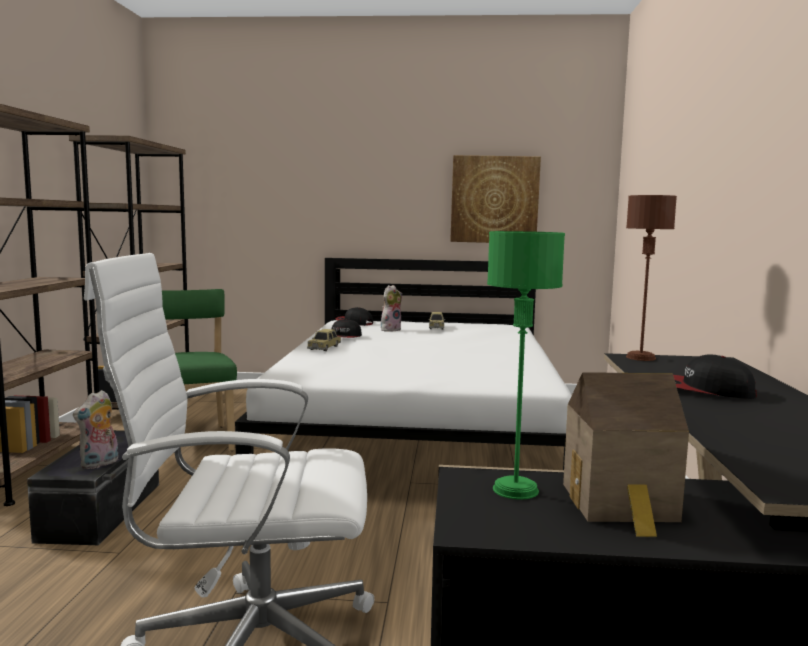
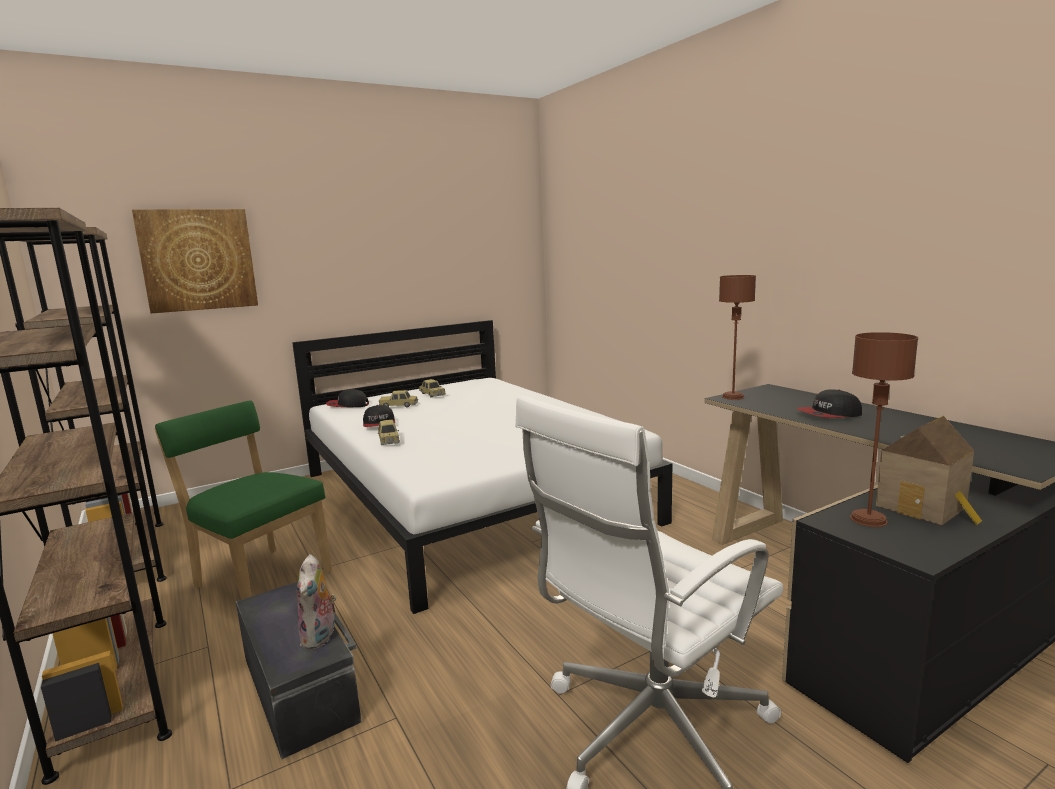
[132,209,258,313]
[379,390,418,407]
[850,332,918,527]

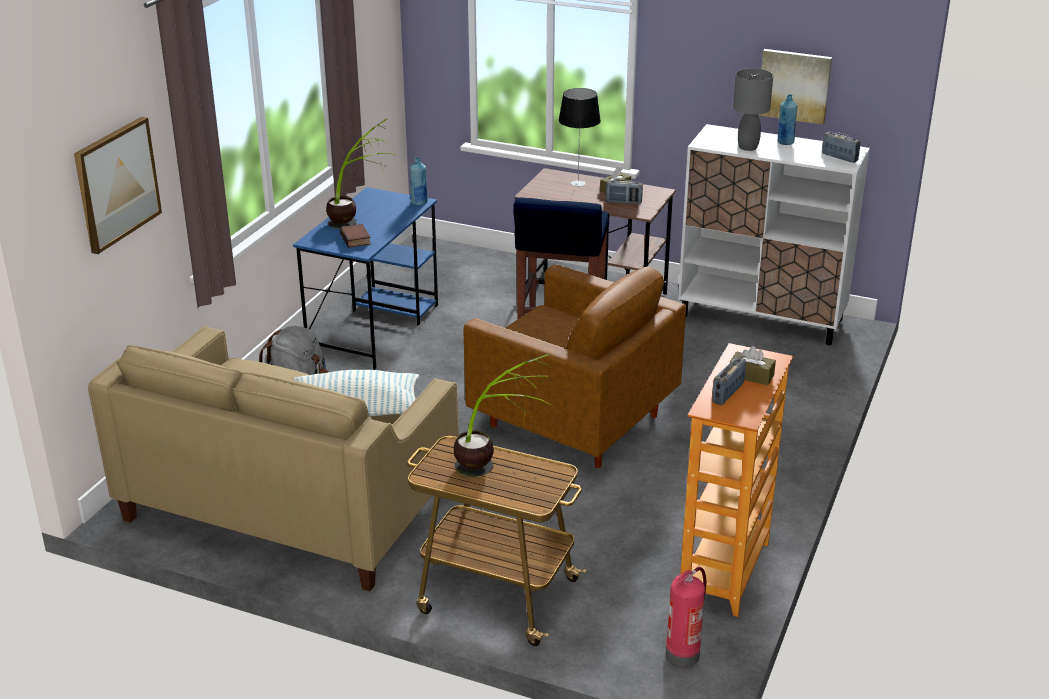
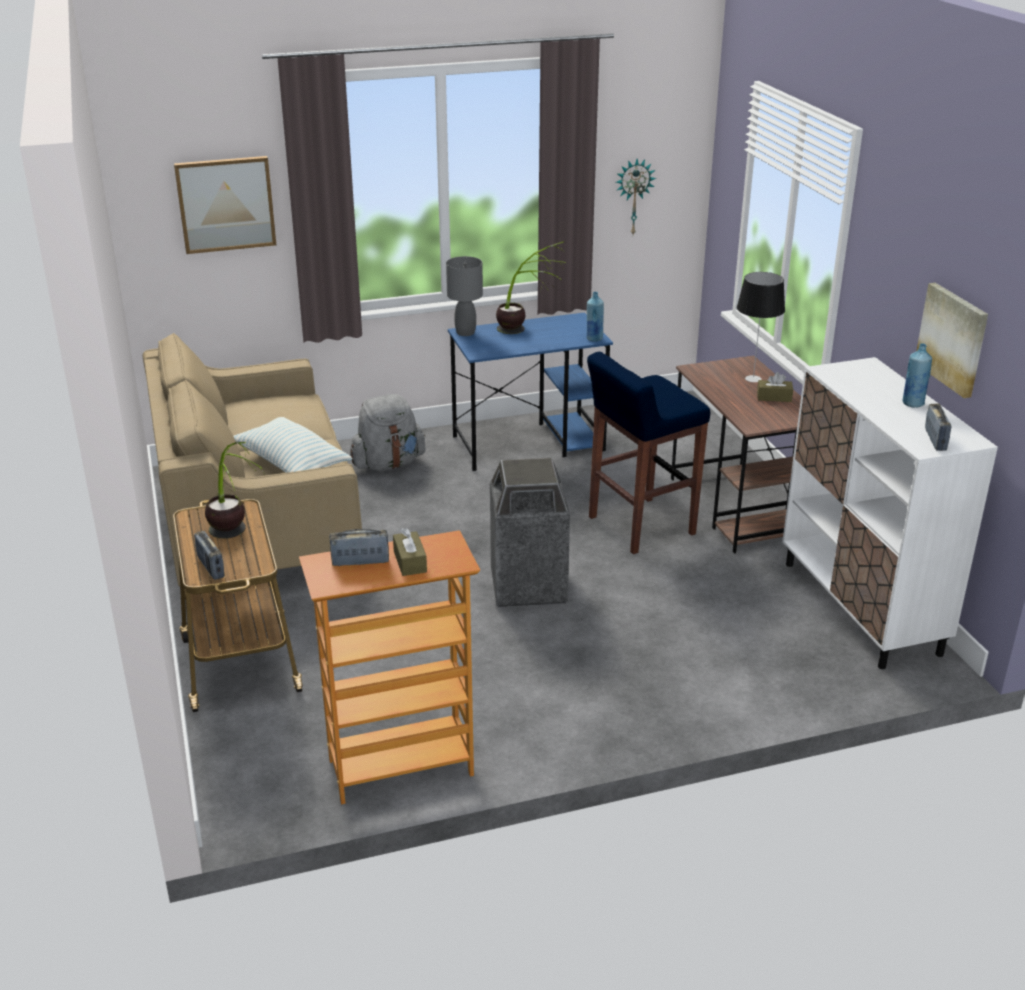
[340,224,371,248] (first image)
[666,567,706,668] (first image)
[616,159,656,234]
[194,531,224,580]
[446,256,483,336]
[490,458,570,607]

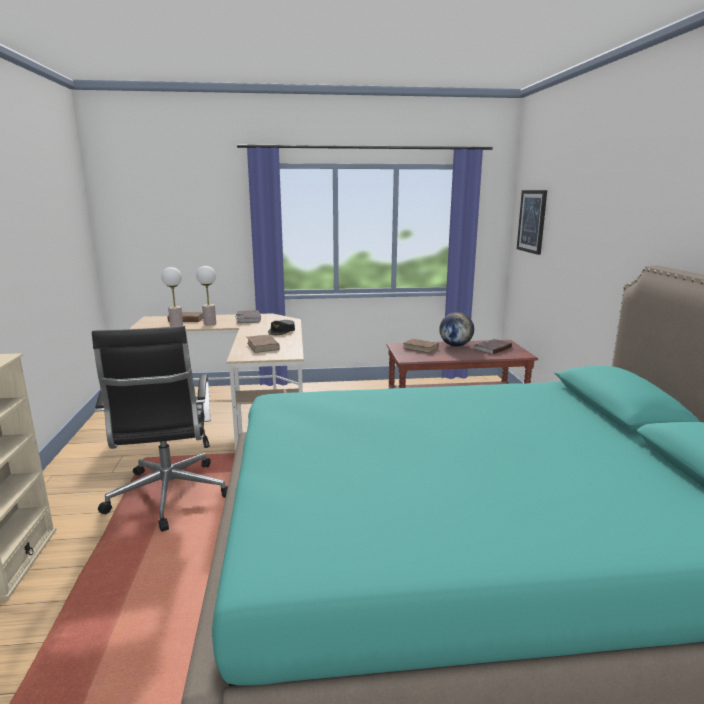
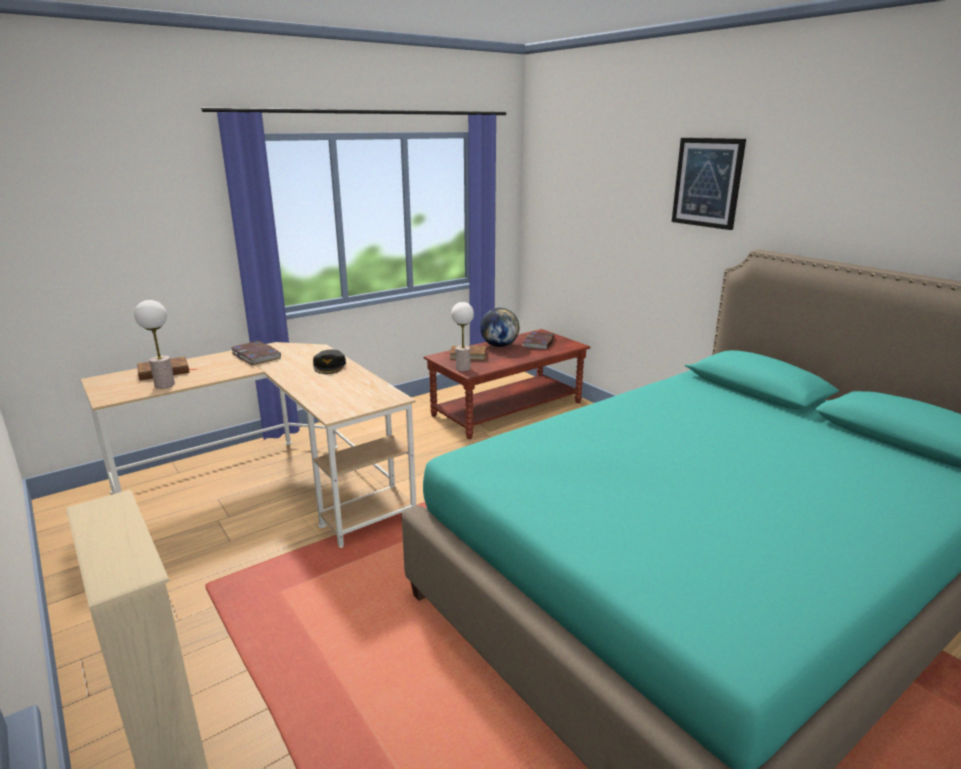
[91,326,228,531] (first image)
[247,334,280,353] (first image)
[451,302,474,372]
[672,138,746,230]

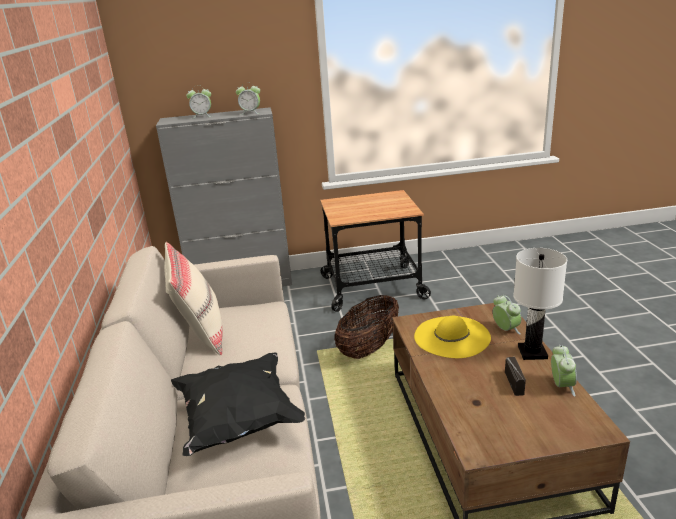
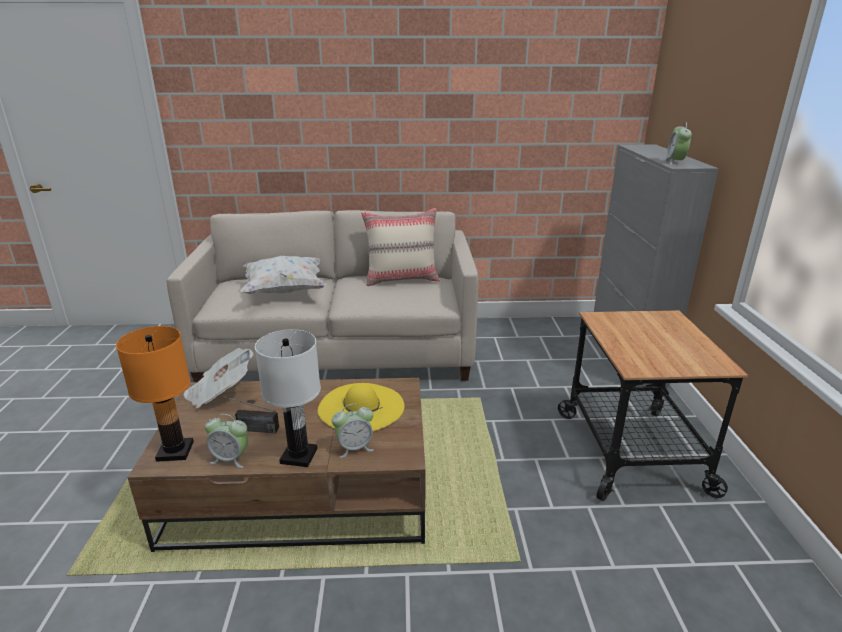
[186,86,212,119] (first image)
[335,295,399,359] (first image)
[116,326,194,462]
[183,348,254,408]
[240,256,326,294]

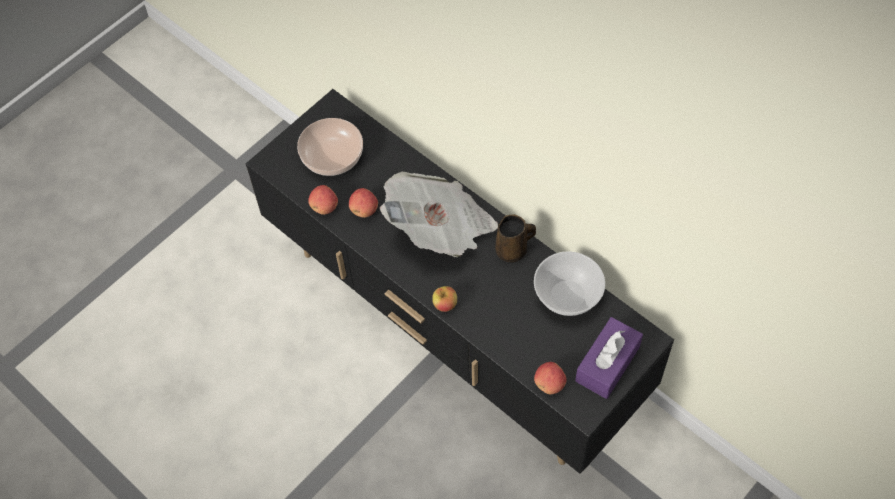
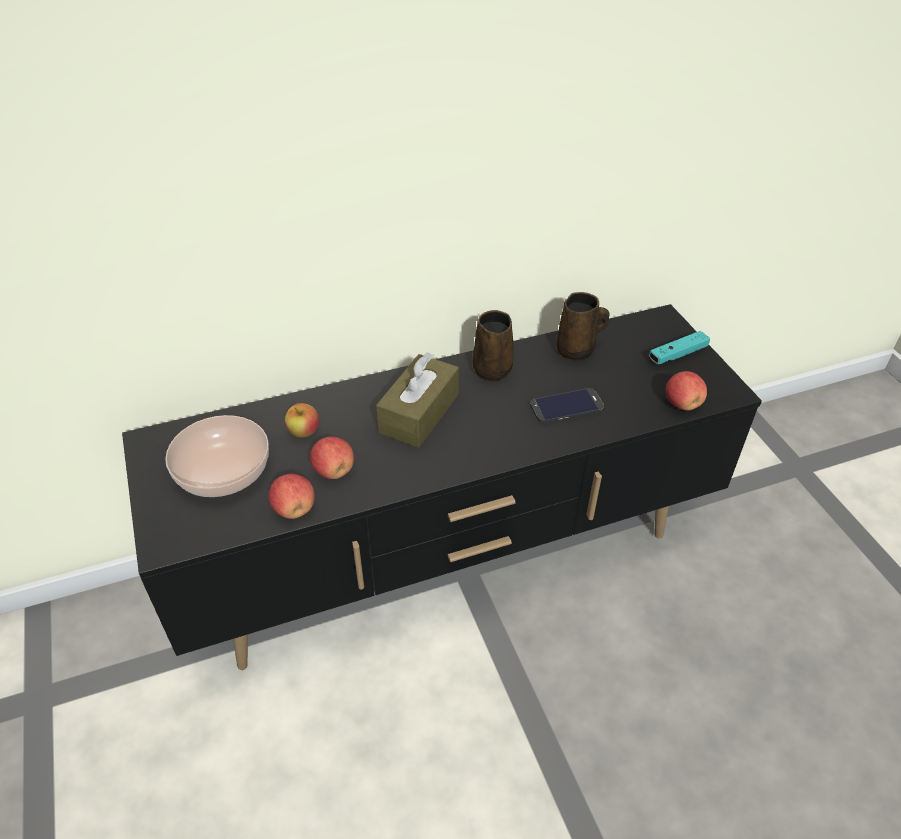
[530,388,604,423]
[285,403,319,438]
[376,352,459,448]
[556,292,609,360]
[649,331,710,365]

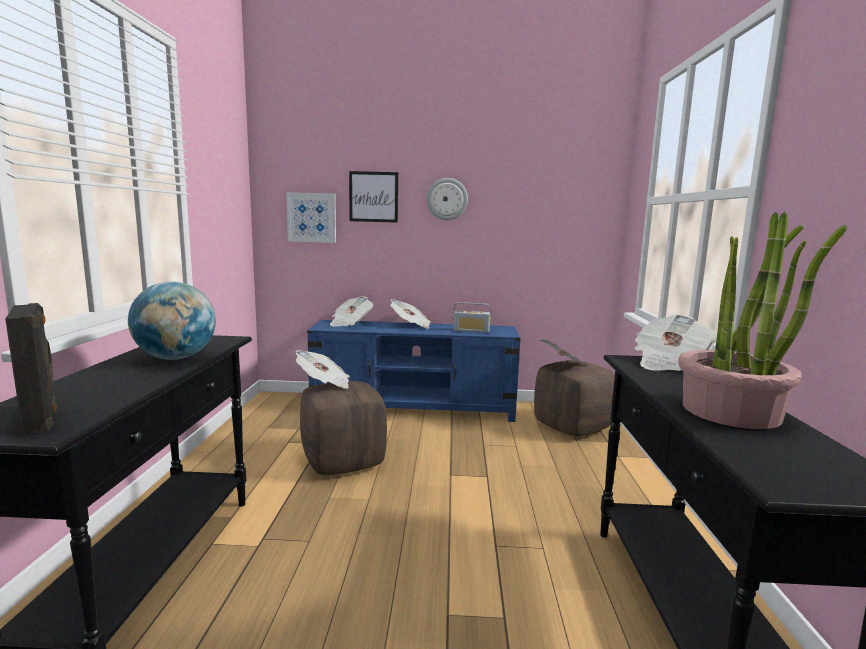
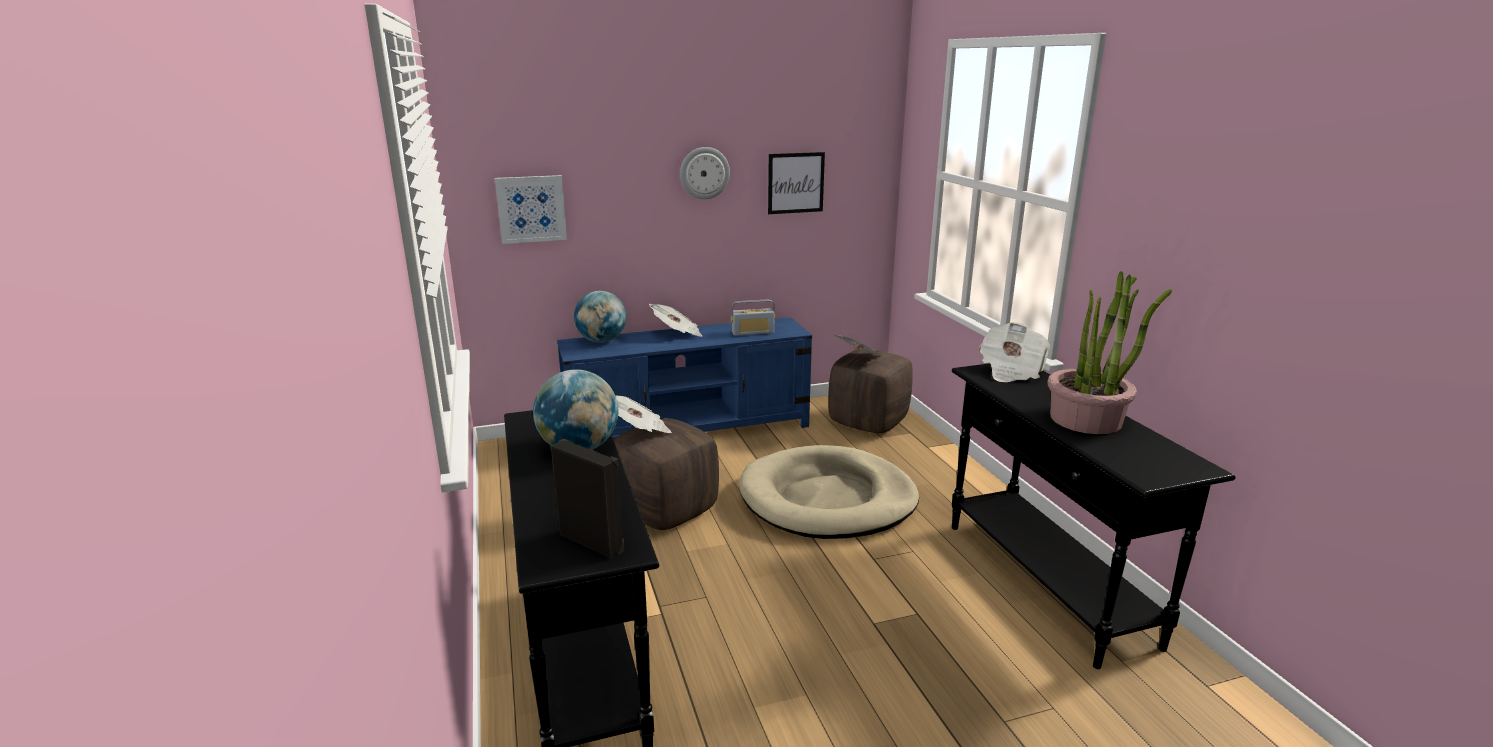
[739,445,919,539]
[768,152,825,214]
[574,291,627,343]

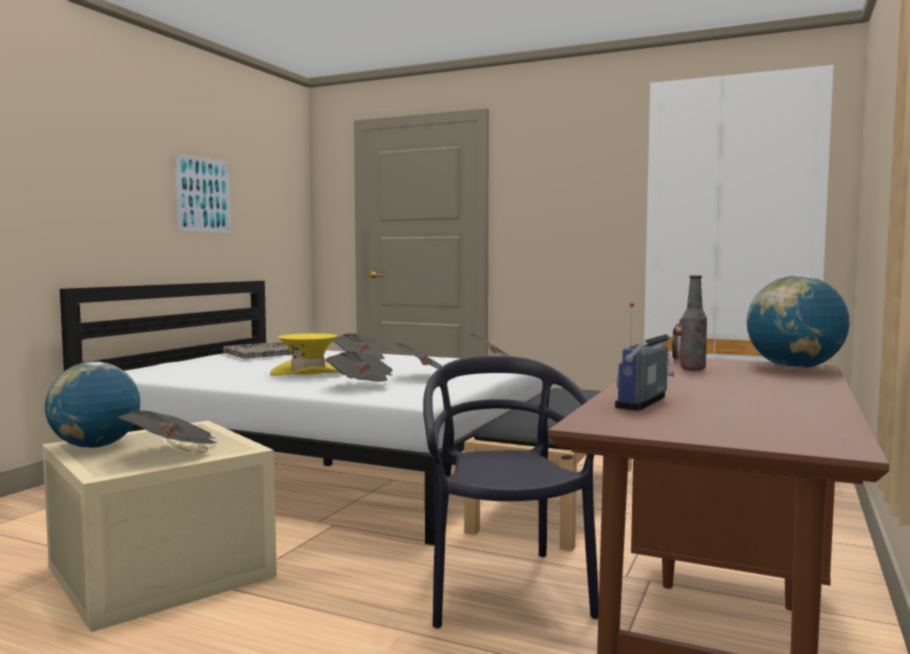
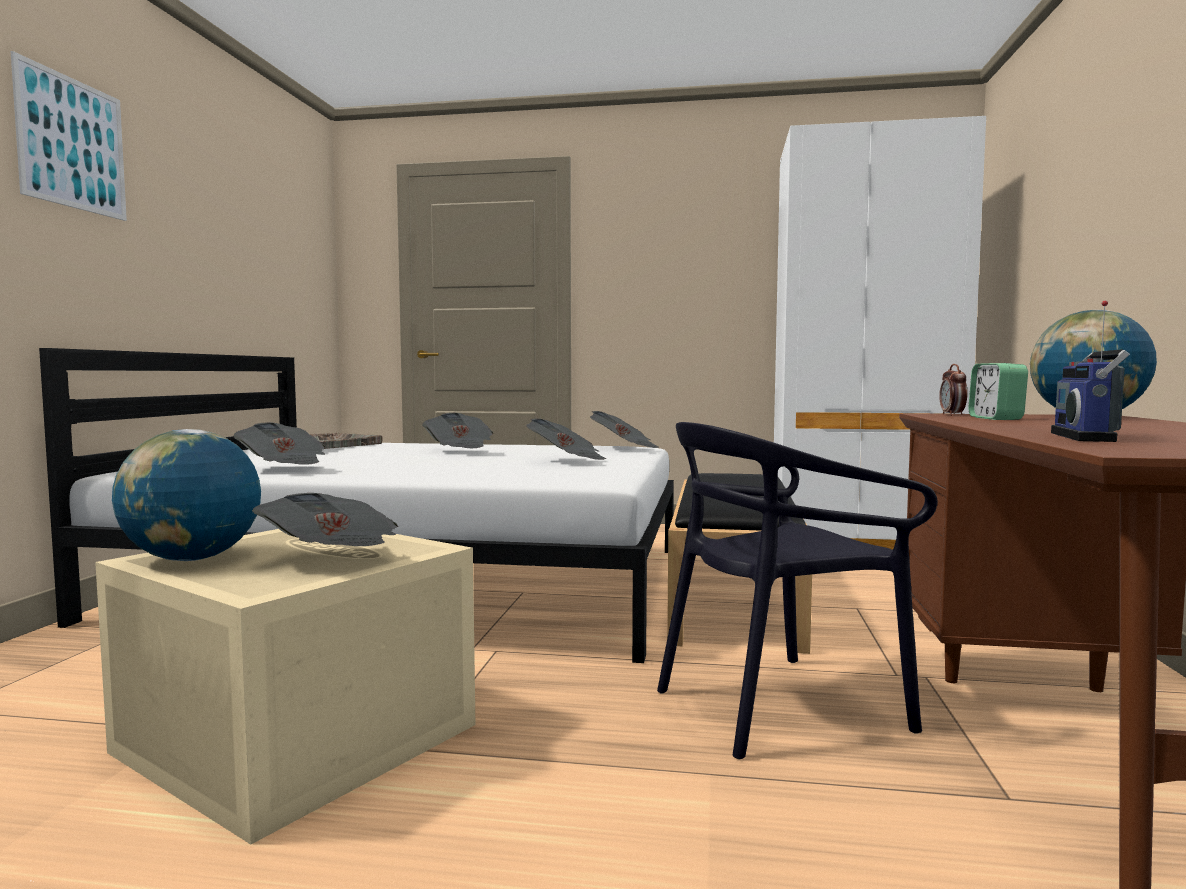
[270,333,339,376] (first image)
[11,51,127,221]
[234,422,325,465]
[968,363,1028,420]
[657,422,937,759]

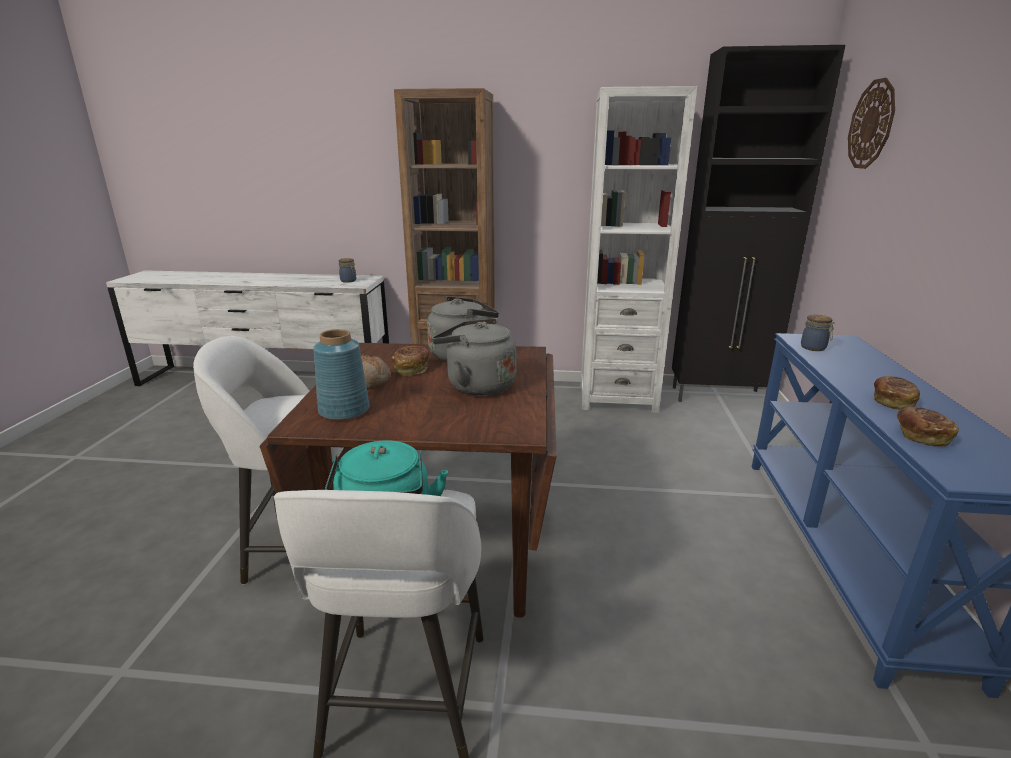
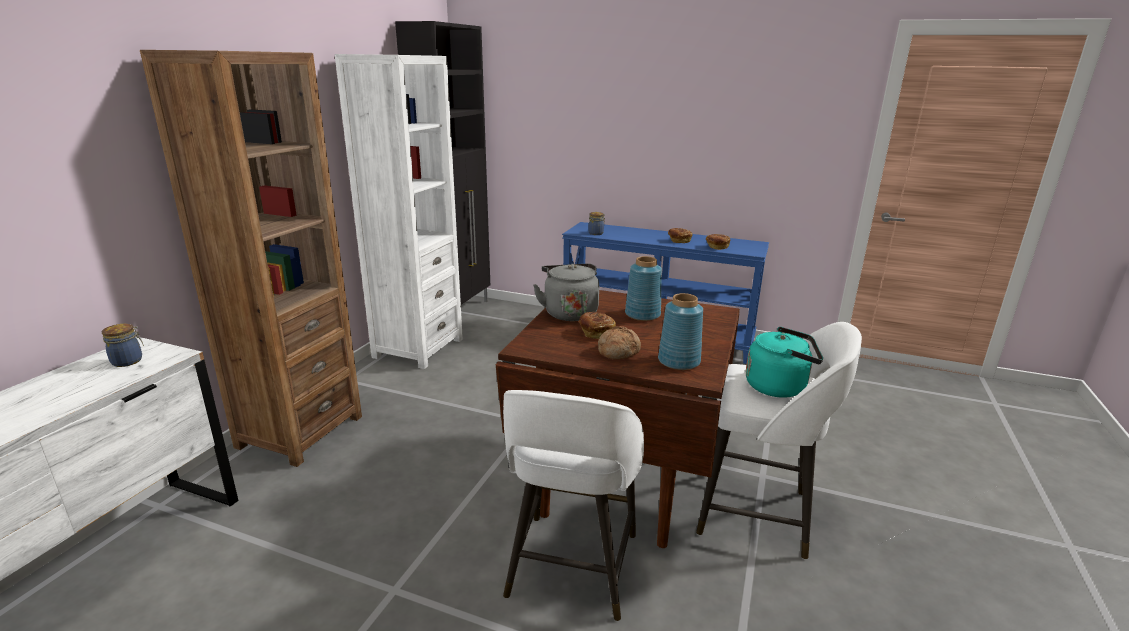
[848,78,895,169] (first image)
[625,256,662,321]

